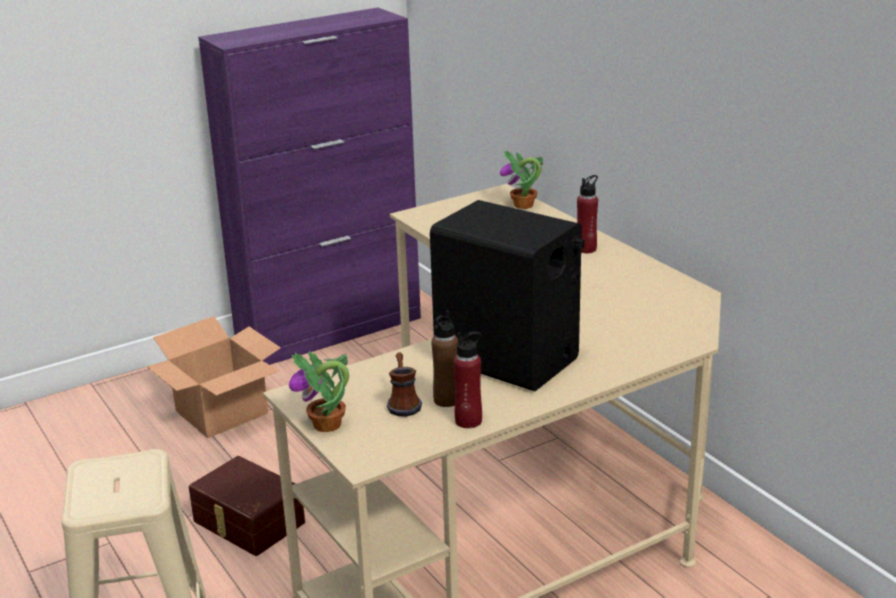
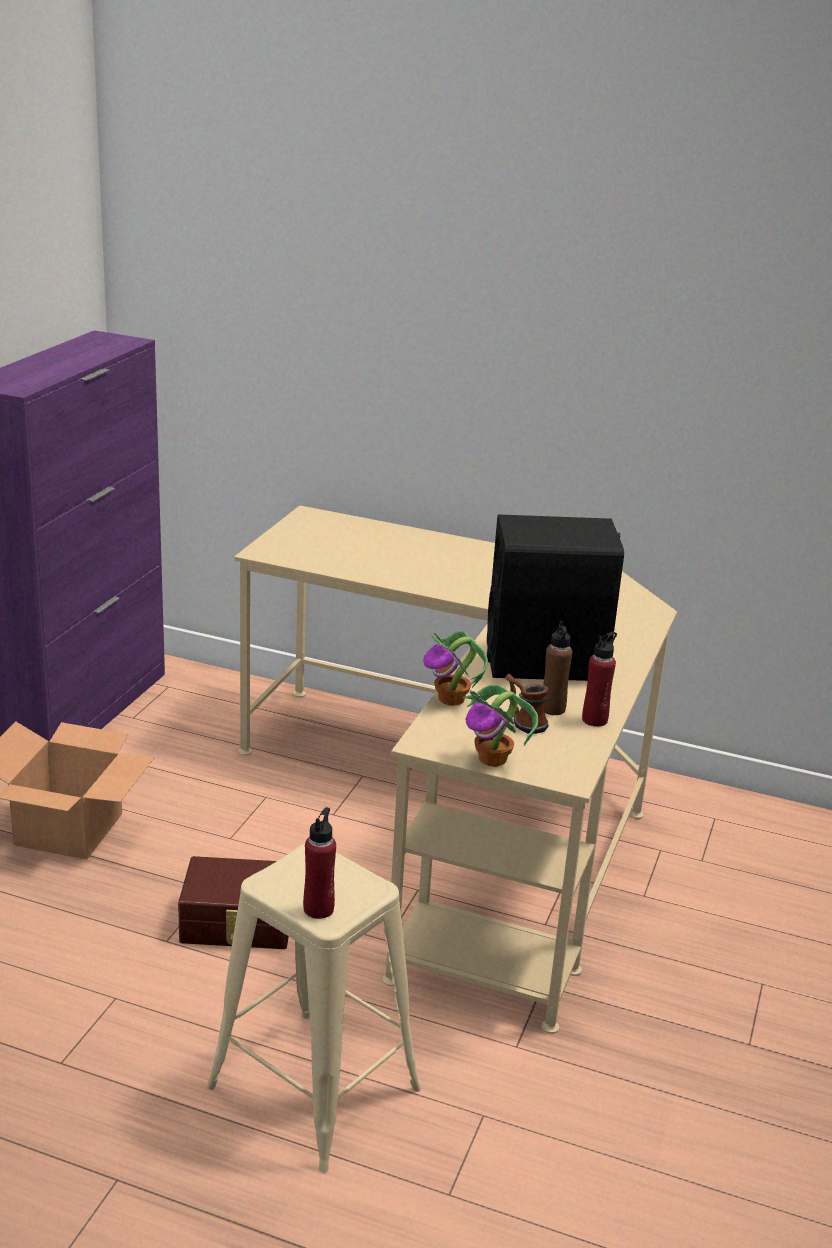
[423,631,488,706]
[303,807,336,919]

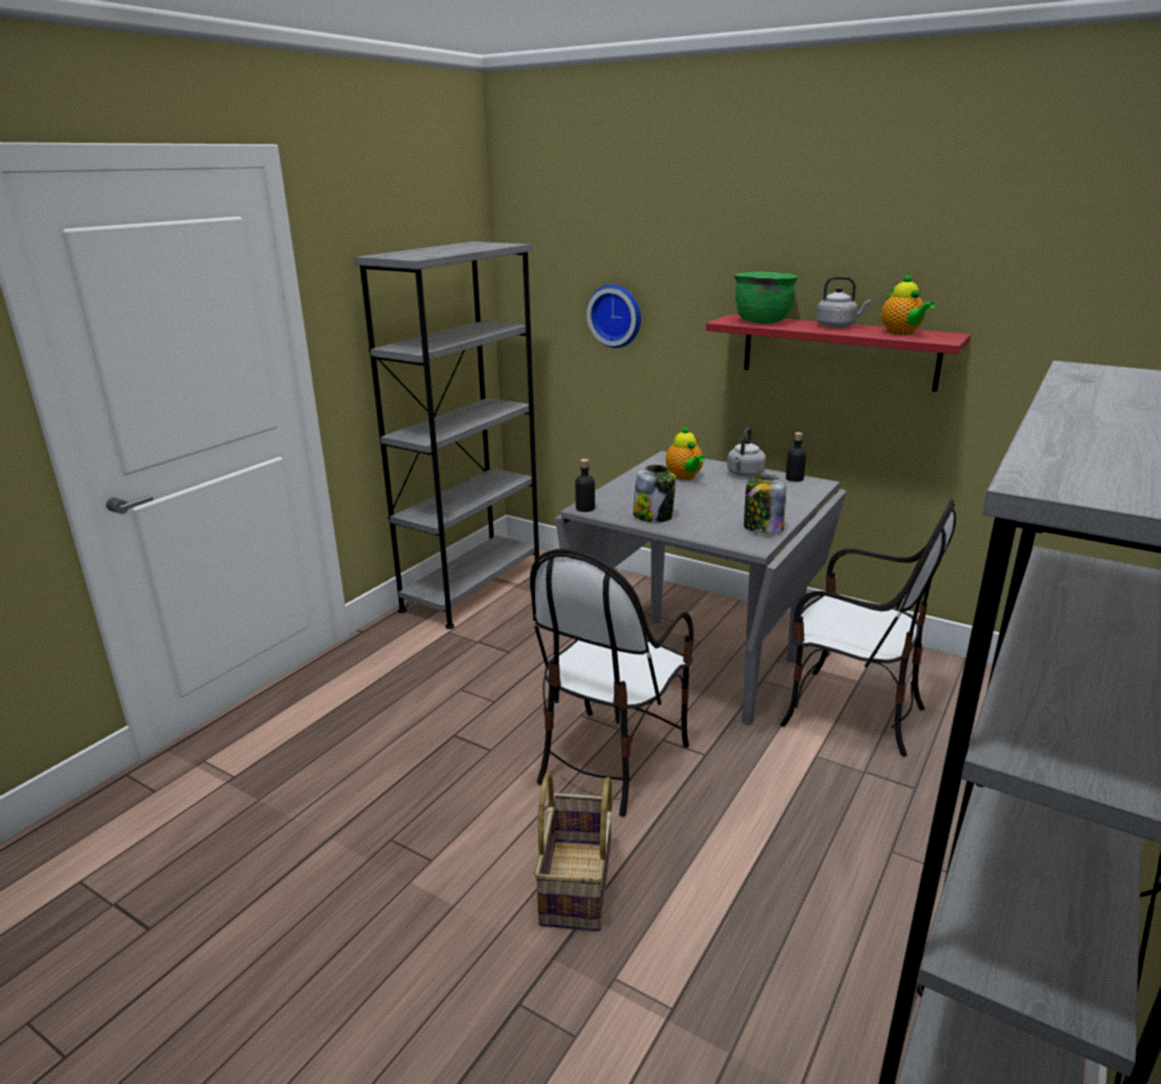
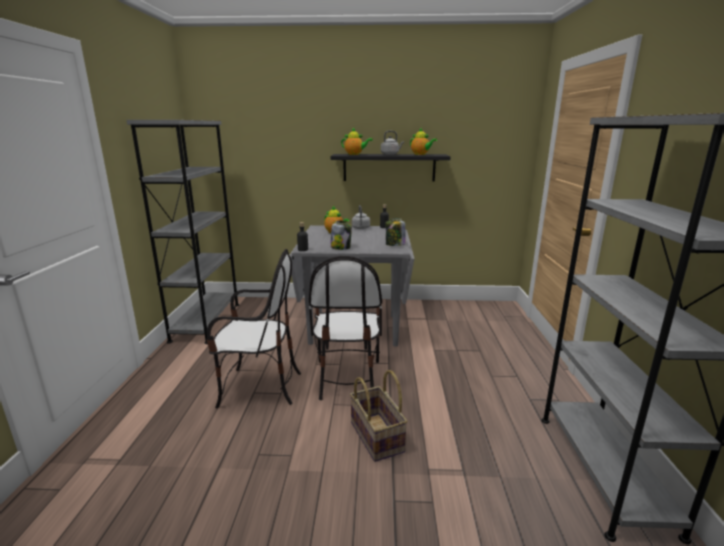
[587,284,641,348] (first image)
[207,249,301,408]
[341,128,373,155]
[331,154,451,181]

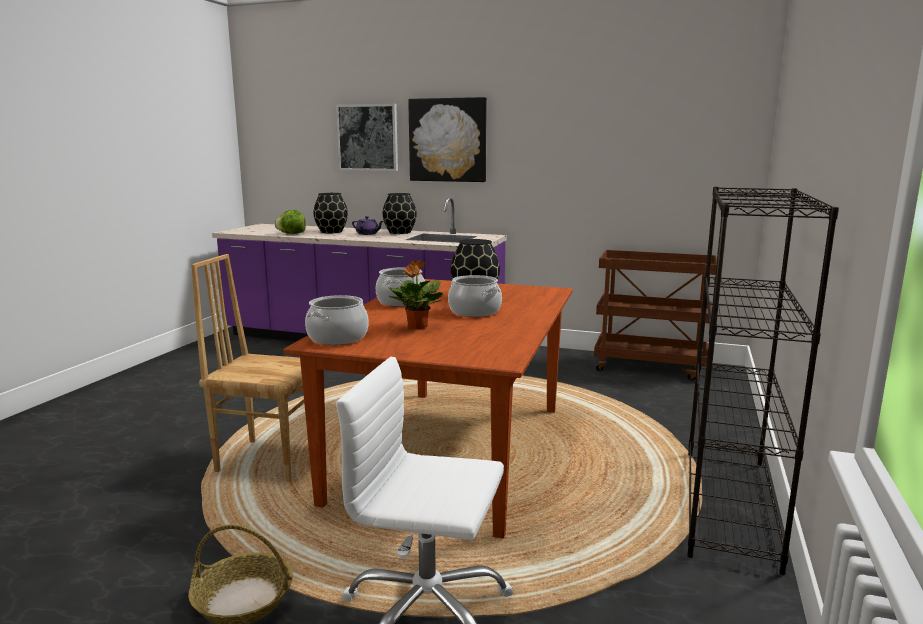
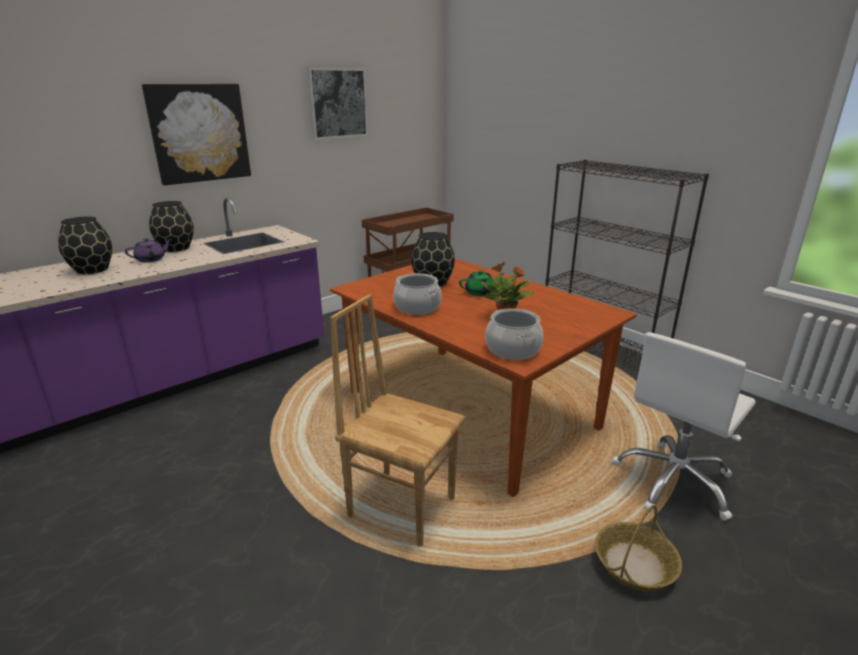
[275,210,306,234] (first image)
[306,67,368,140]
[459,270,504,296]
[330,294,465,547]

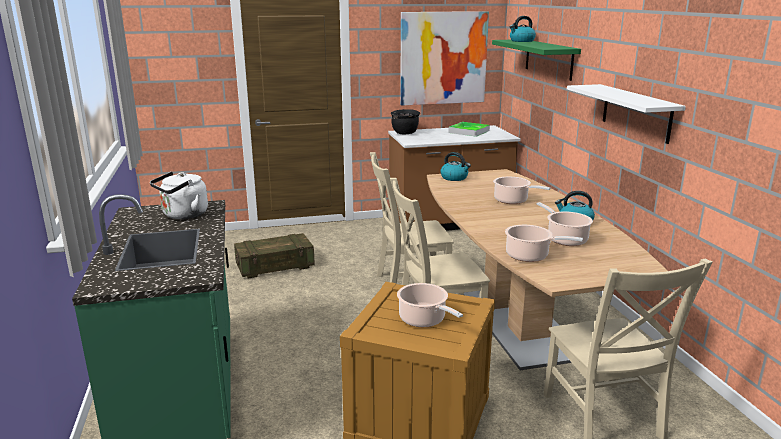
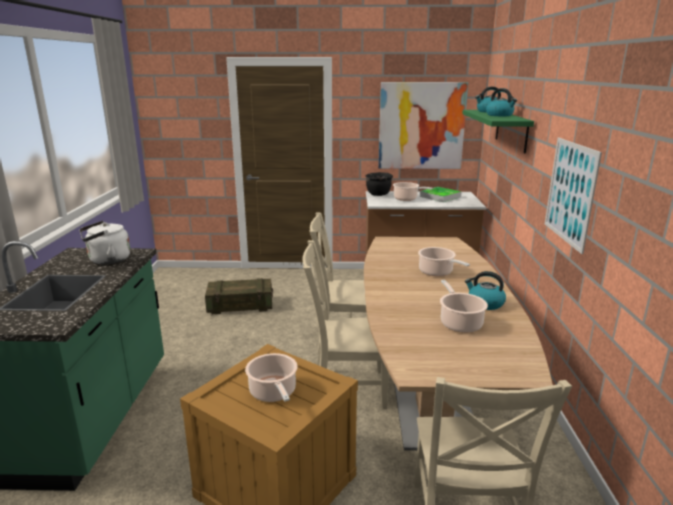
[486,88,517,116]
[393,182,433,201]
[545,138,602,254]

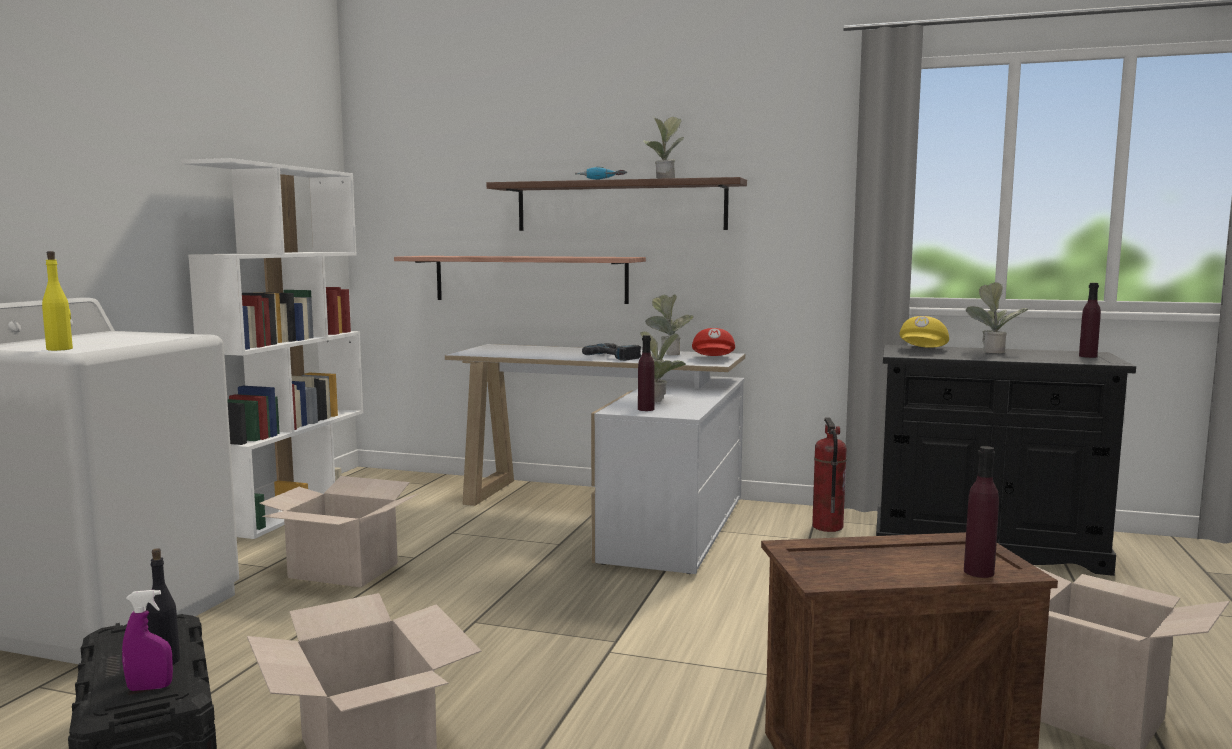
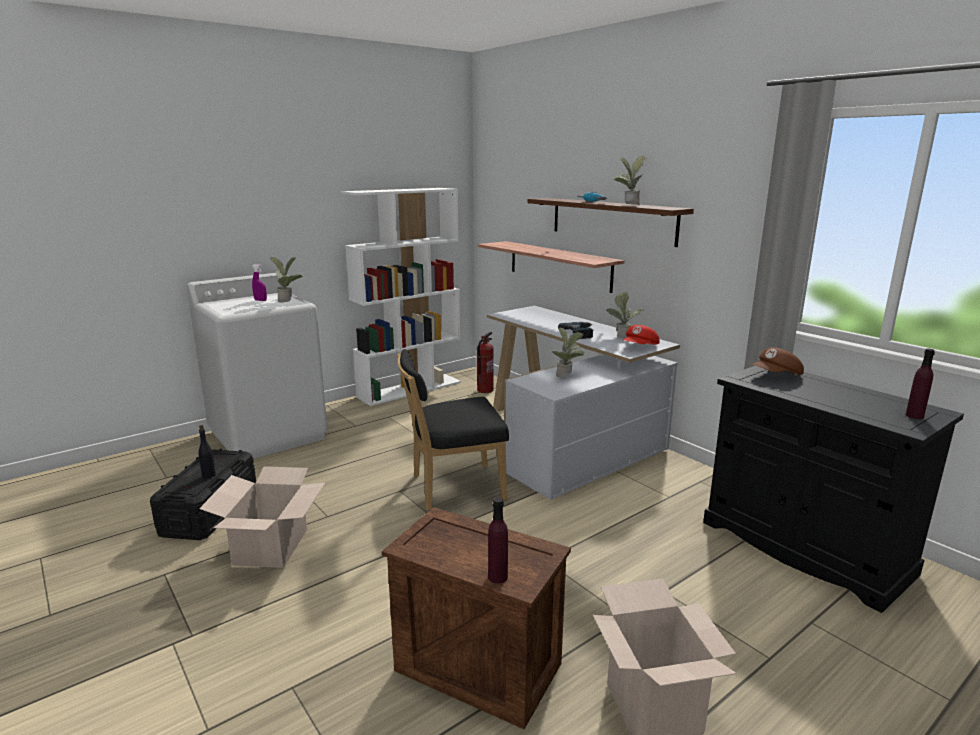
[42,251,73,351] (first image)
[259,476,418,587] (first image)
[638,335,655,411] (first image)
[397,349,509,511]
[252,264,267,301]
[477,332,494,393]
[270,257,303,303]
[752,347,804,375]

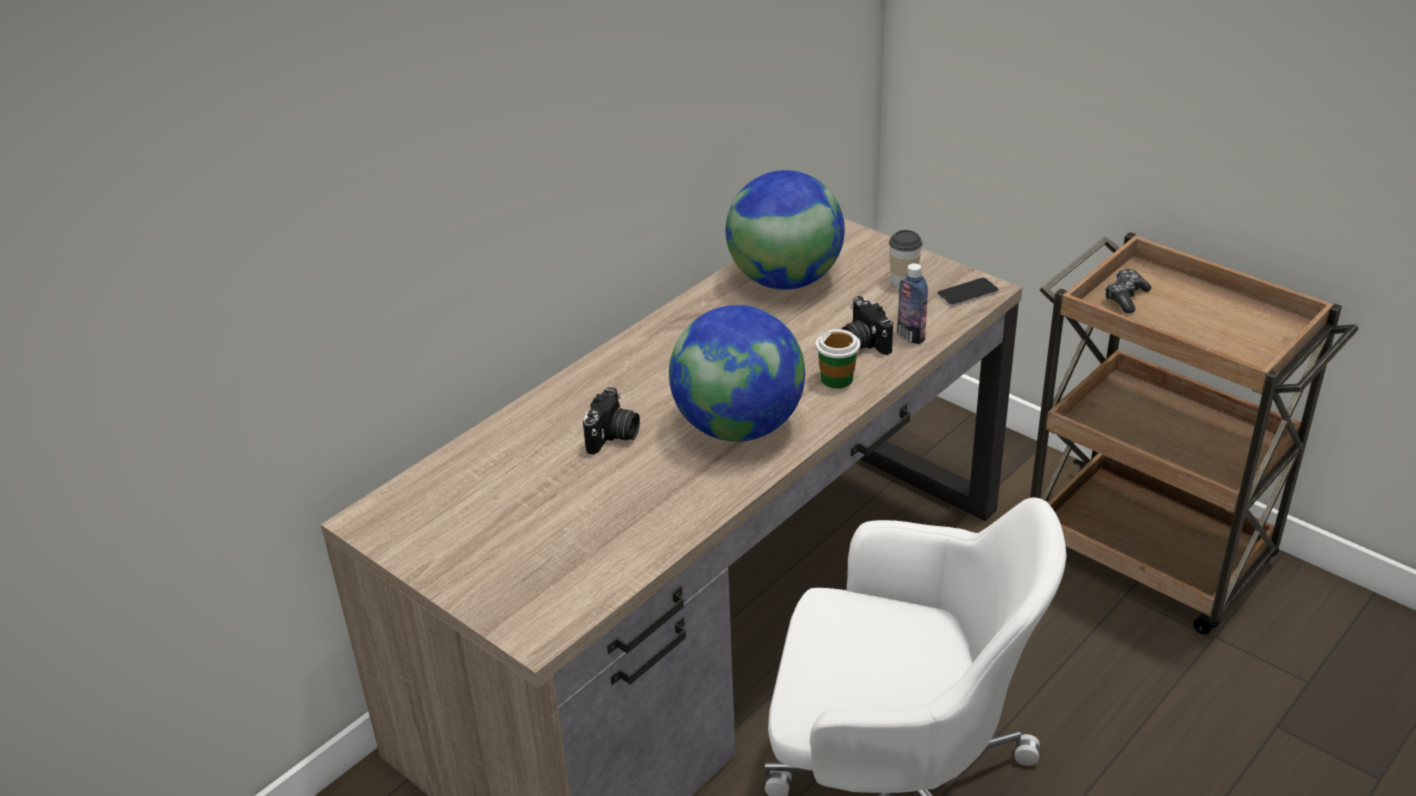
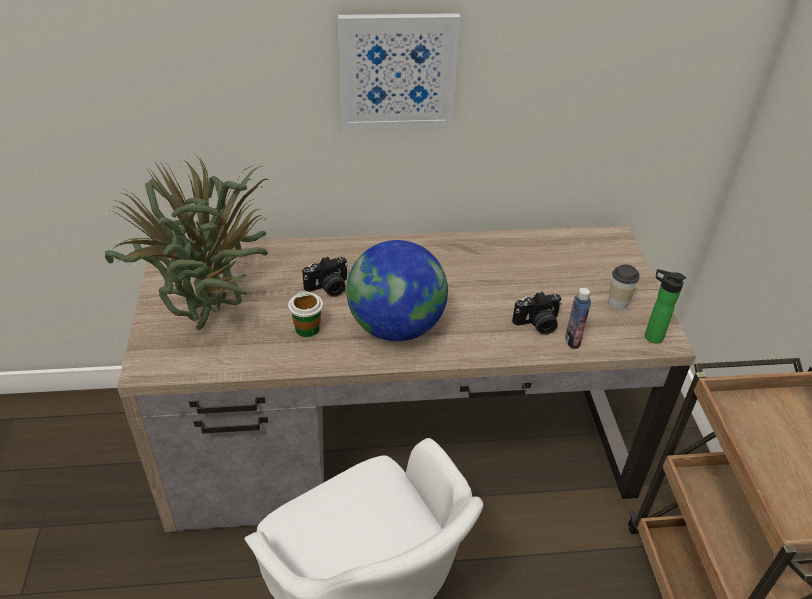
[726,170,845,290] (first image)
[1105,269,1151,313] (first image)
[105,155,270,330]
[338,13,461,129]
[288,291,323,337]
[645,269,686,343]
[512,292,562,335]

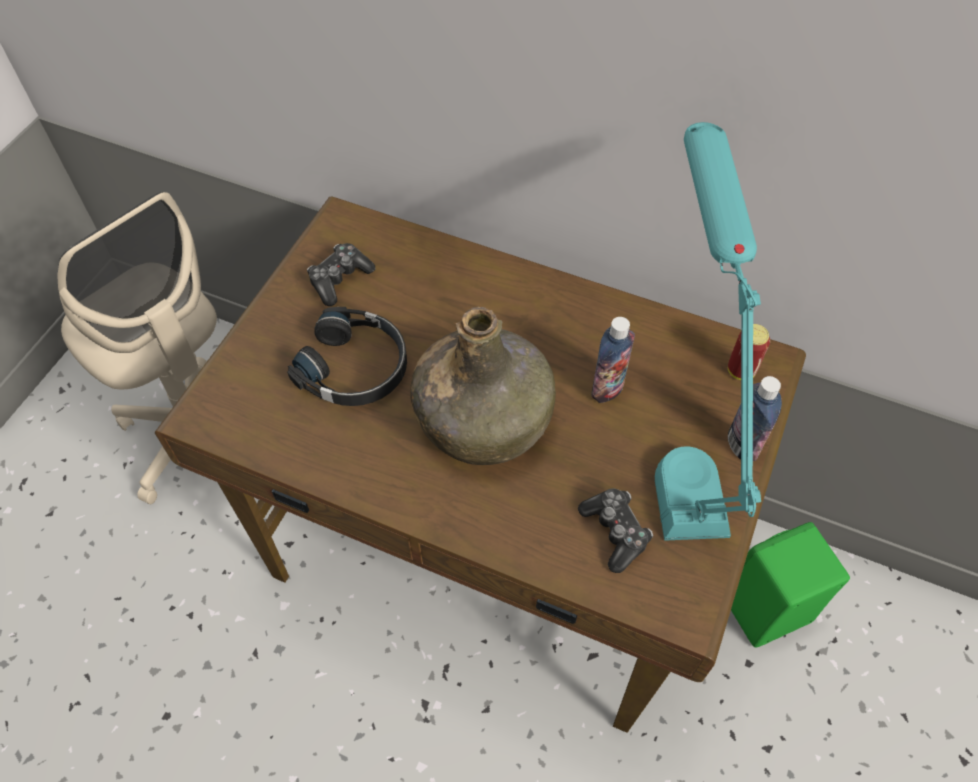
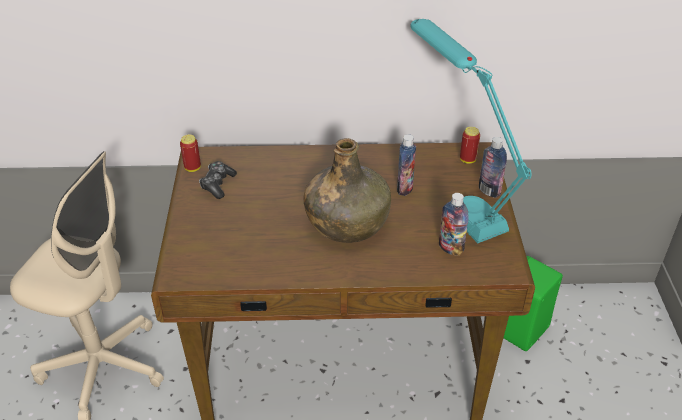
[287,307,407,406] (first image)
[180,135,201,172]
[439,193,469,256]

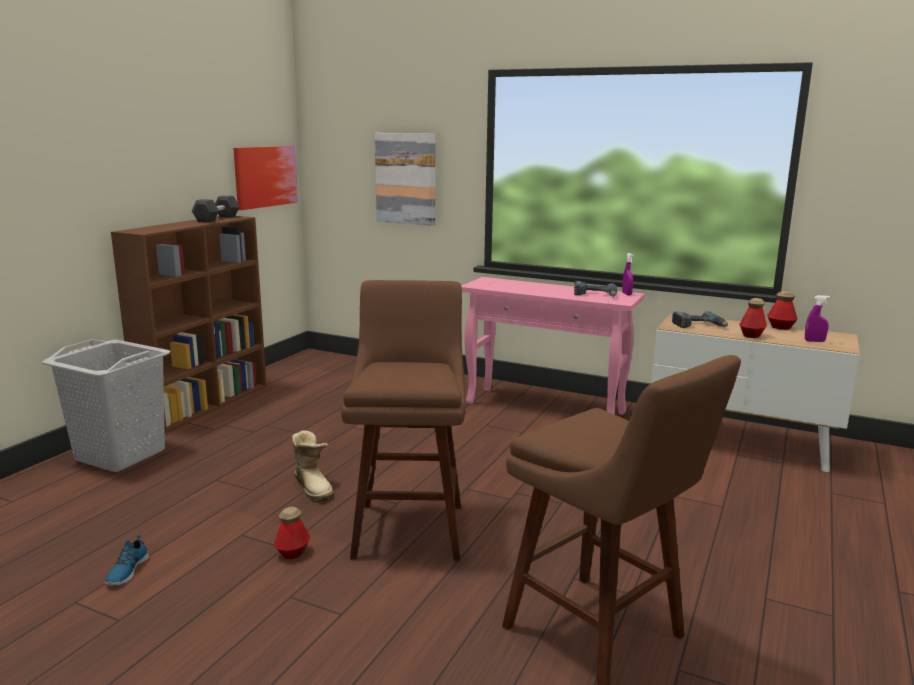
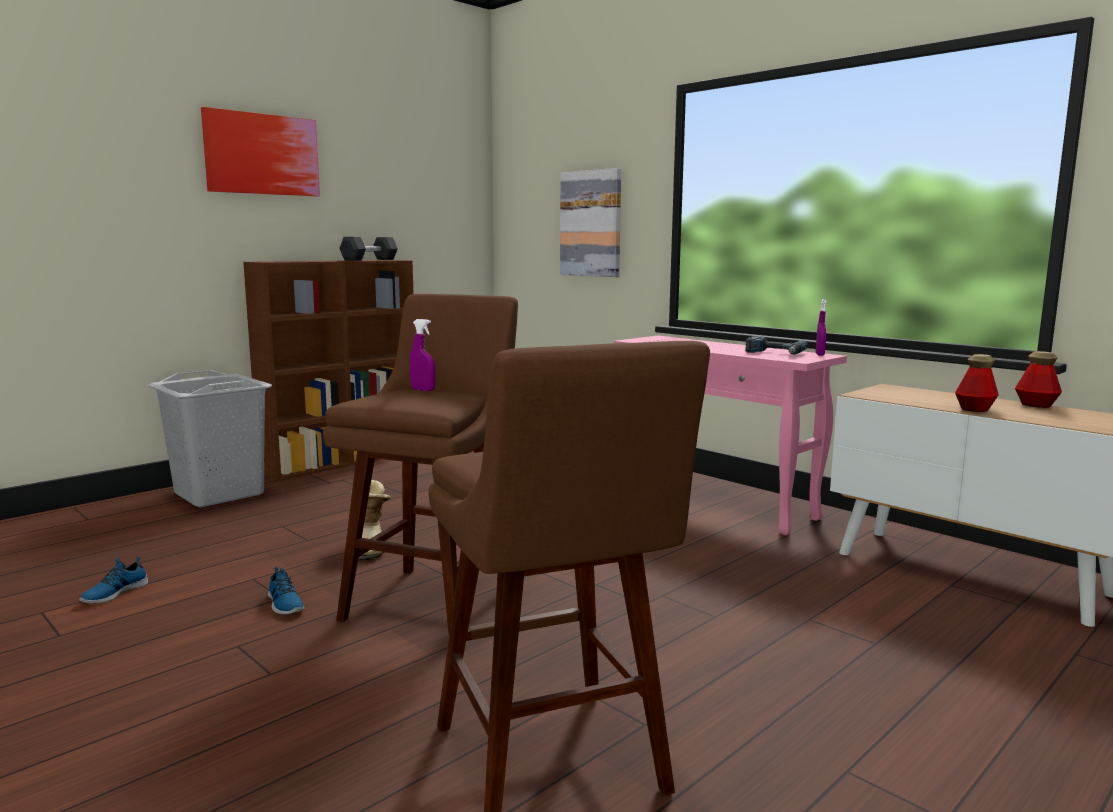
[672,311,728,328] (first image)
[201,107,320,197]
[410,319,436,391]
[268,566,305,614]

